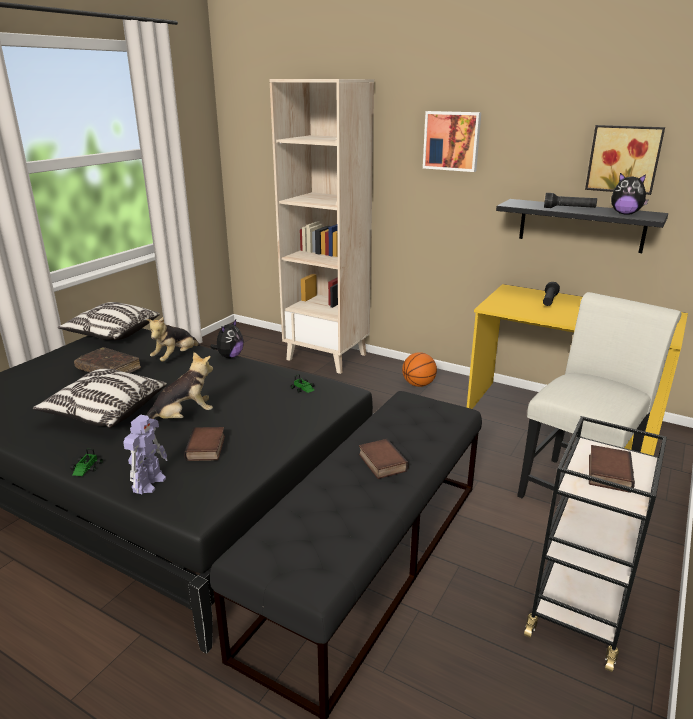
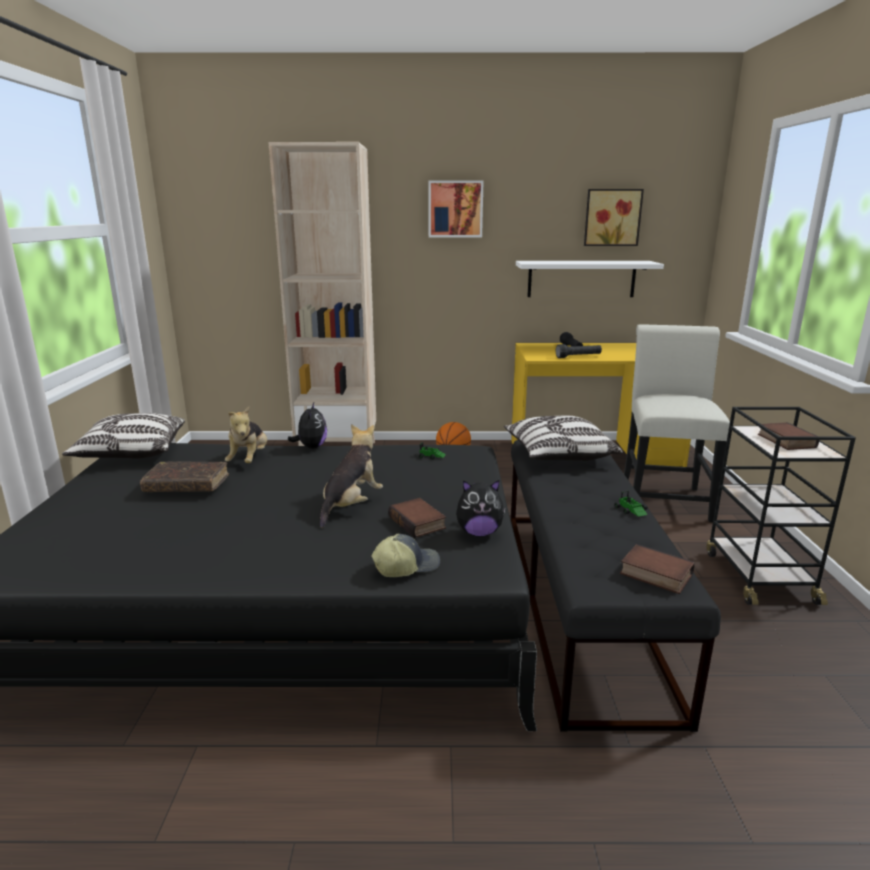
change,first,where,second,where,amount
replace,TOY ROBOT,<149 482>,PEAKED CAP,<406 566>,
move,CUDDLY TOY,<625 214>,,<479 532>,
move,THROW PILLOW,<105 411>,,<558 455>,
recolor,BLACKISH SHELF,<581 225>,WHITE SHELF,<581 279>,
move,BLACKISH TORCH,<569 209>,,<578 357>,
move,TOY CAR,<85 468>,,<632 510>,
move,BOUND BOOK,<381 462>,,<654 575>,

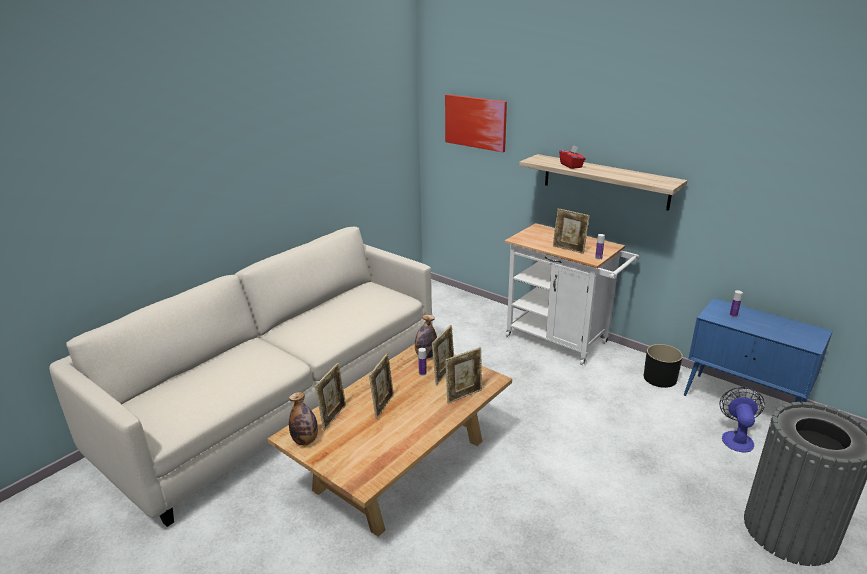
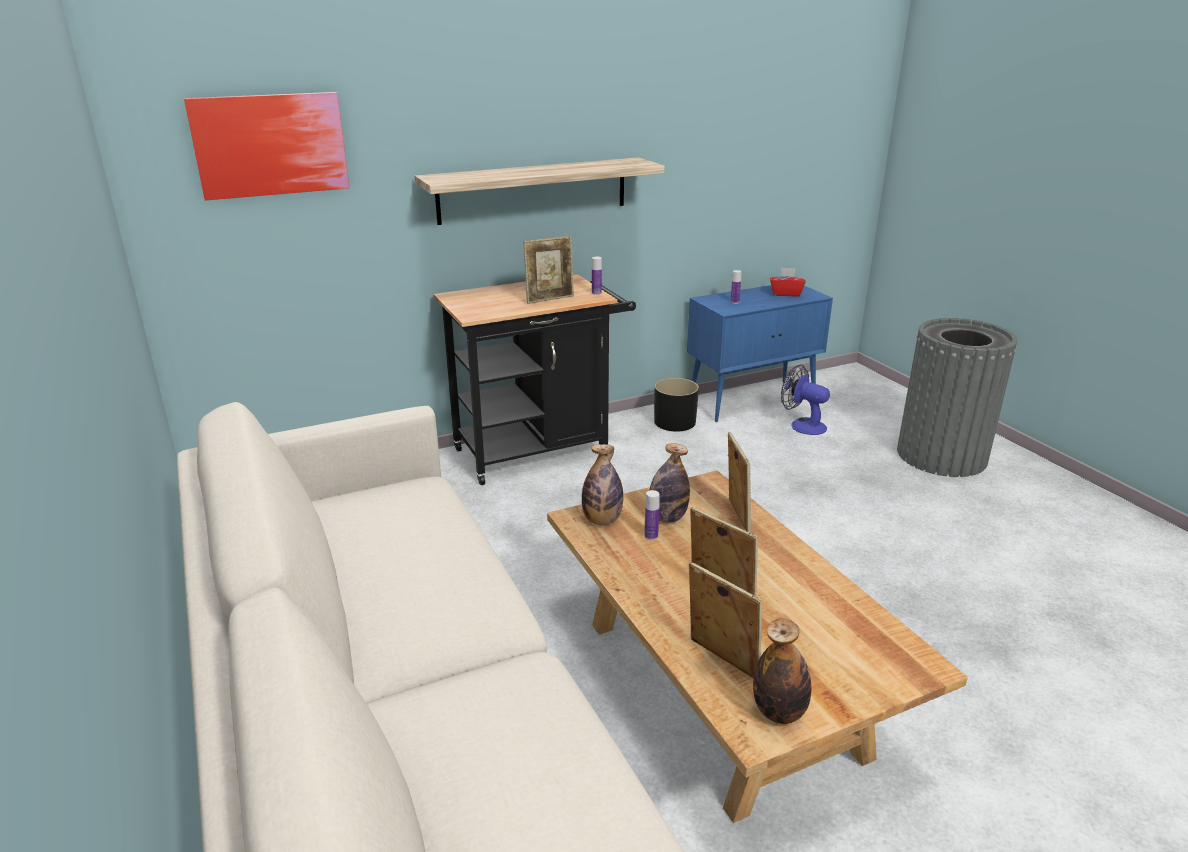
change,first,where,second,where,amount
recolor,WHITE CART,<562 341>,BLACKISH CART,<540 450>,
replace,PICTURE FRAME,<444 373>,BOTTLE,<667 518>,
move,RED TISSUE HOLDER,<571 166>,,<785 293>,

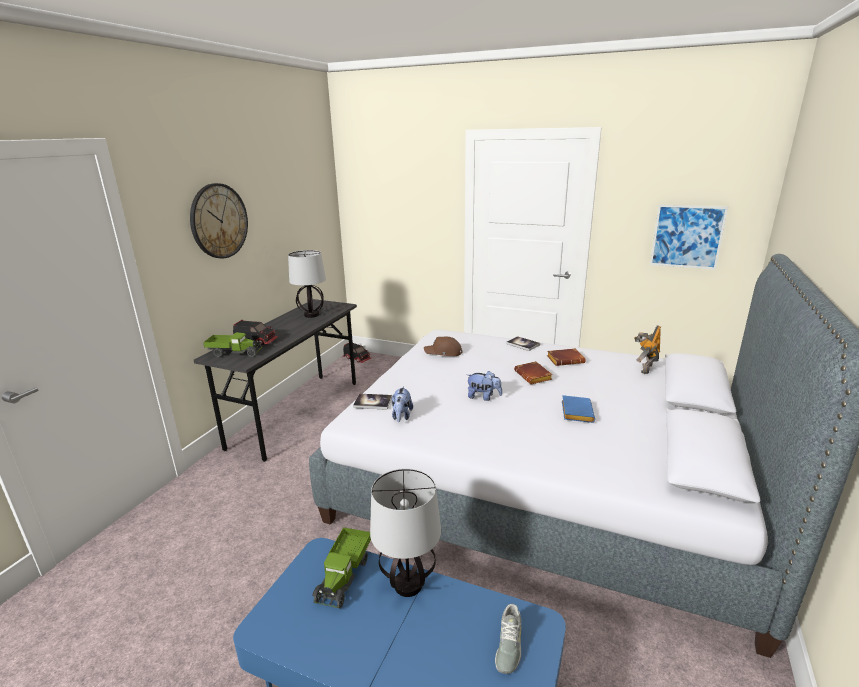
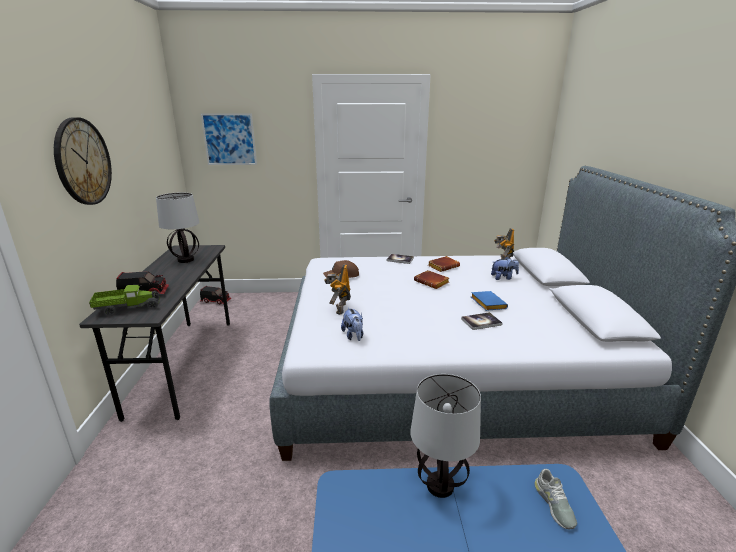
change,first,where,second,where,amount
move,WALL ART,<687 236>,,<229 139>,
insert,,,TOY ROBOT,<339 308>,
move,BOUND BOOK,<373 402>,,<481 322>,
move,CUDDLY TOY,<483 397>,,<503 278>,
delete,TOY LORRY,<344 575>,,,

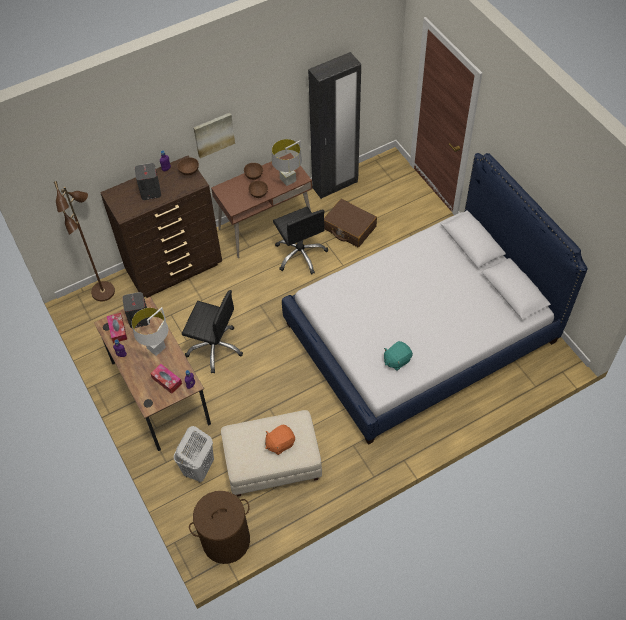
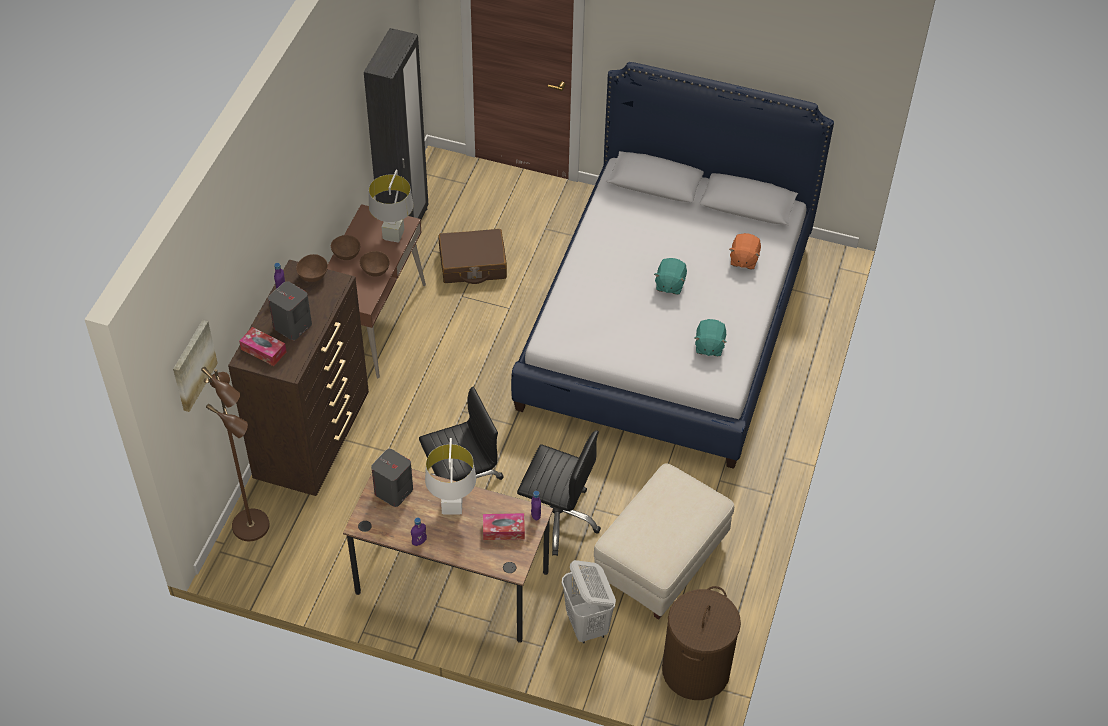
change,first,where,second,where,amount
move,WALL ART,<213 134>,,<193 365>,
move,TISSUE HOLDER,<117 330>,,<263 350>,
move,BLACKISH OFFICE CHAIR,<300 254>,,<557 518>,
insert,,,BLUE-GREEN CUDDLY TOY,<669 284>,
move,ORANGEY CUDDLY TOY,<280 443>,,<743 259>,

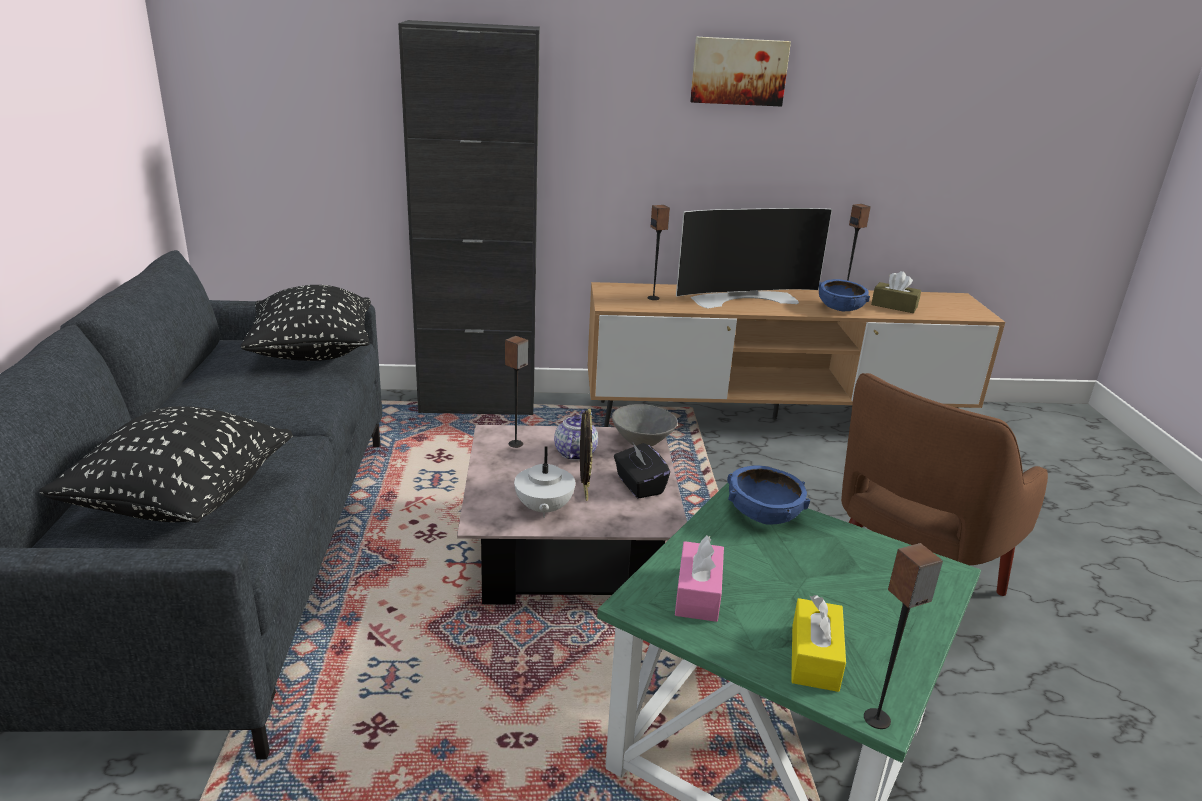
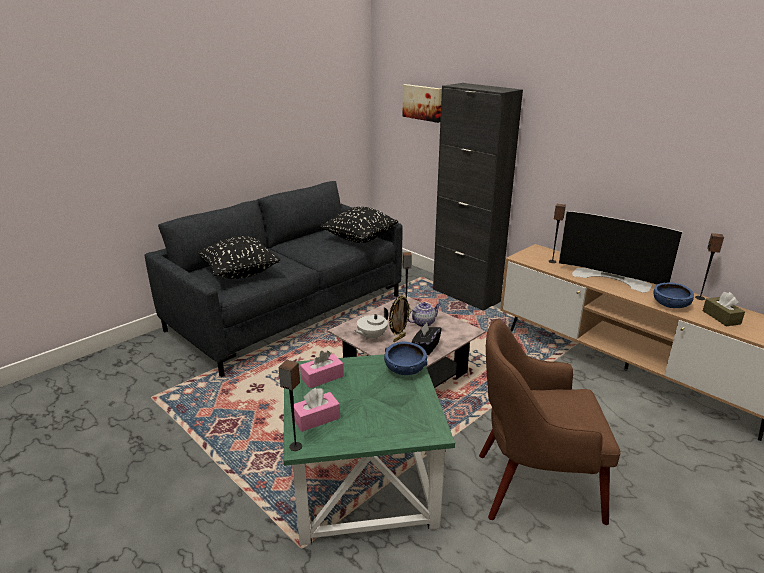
change,first,where,second,where,amount
recolor,YELLOWISH TISSUE HOLDER,<814 657>,PINKISH TISSUE HOLDER,<316 418>,
move,WALL ART,<738 71>,,<423 102>,
delete,GREY SERVING BOWL,<643 442>,,,

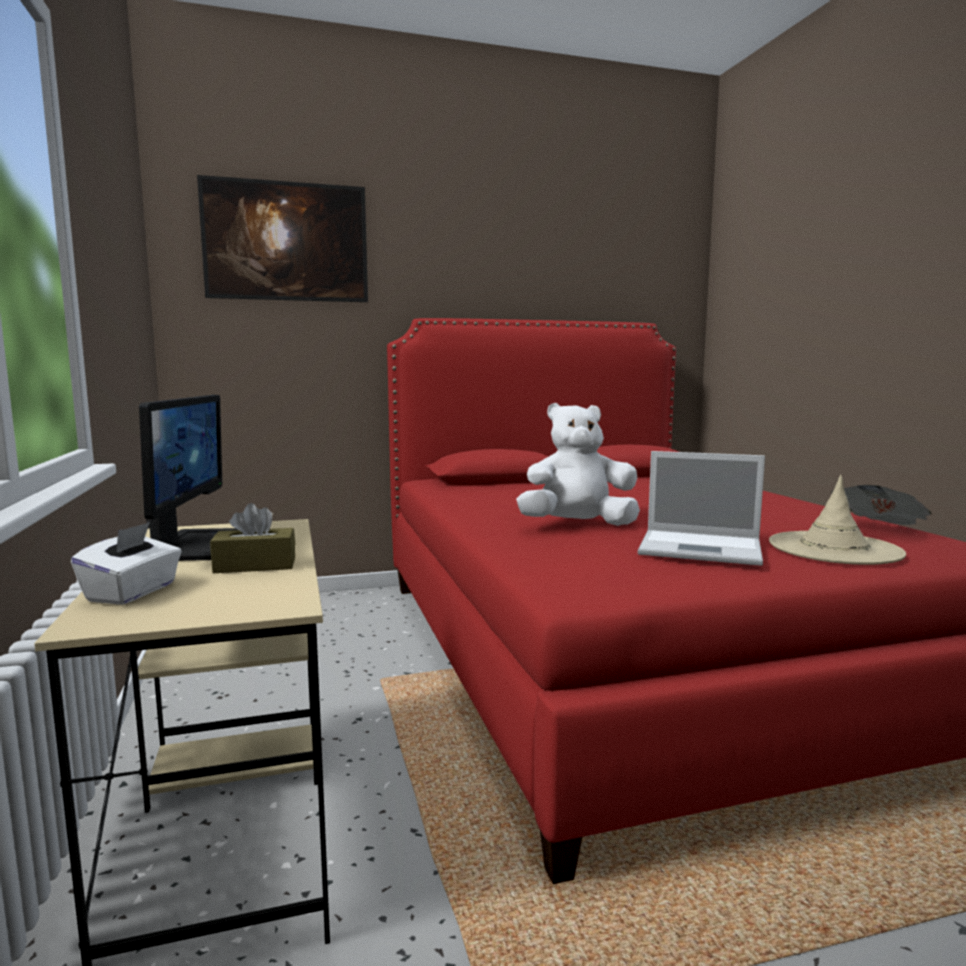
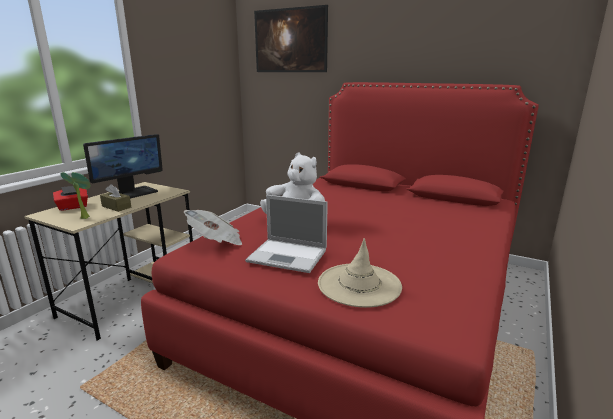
change,first,where,second,where,amount
recolor,WHITE TISSUE HOLDER,<133 592>,RED TISSUE HOLDER,<73 207>,
insert,,,HOUSEPLANT,<84 217>,
move,PRINTED PAPER,<880 530>,,<216 241>,
rotate,NOTEBOOK COMPUTER,<703 548>,,<289 256>,45 degrees counterclockwise

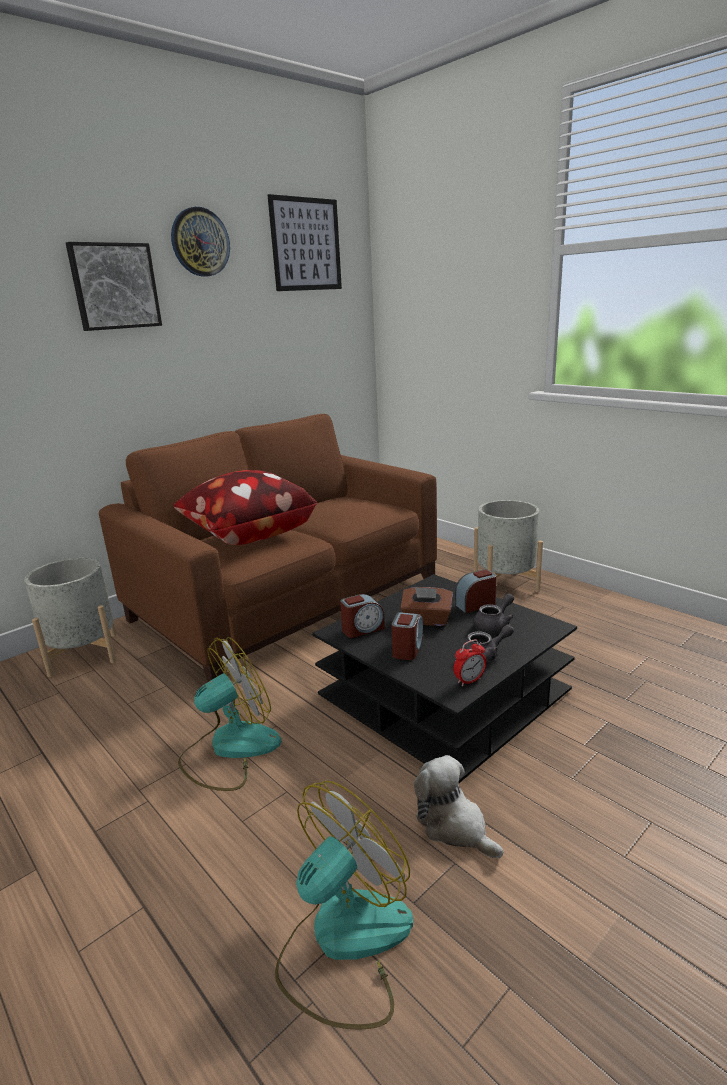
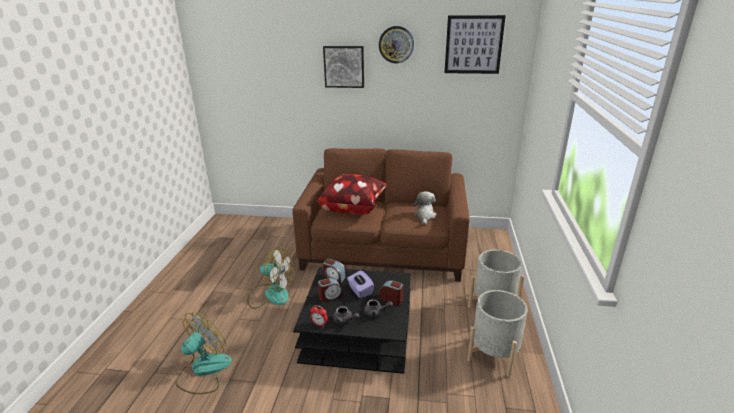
change,first,where,second,where,amount
rotate,COOLING FAN,<344 942>,,<203 370>,60 degrees counterclockwise
recolor,BROWN TISSUE HOLDER,<426 620>,PURPLISH TISSUE HOLDER,<360 291>,
move,CUDDLY TOY,<454 826>,,<424 216>,
move,GREY PLANTER,<84 654>,,<494 354>,

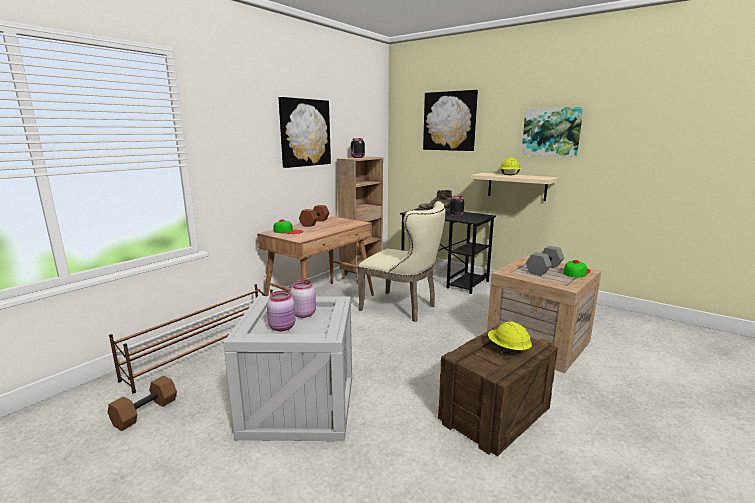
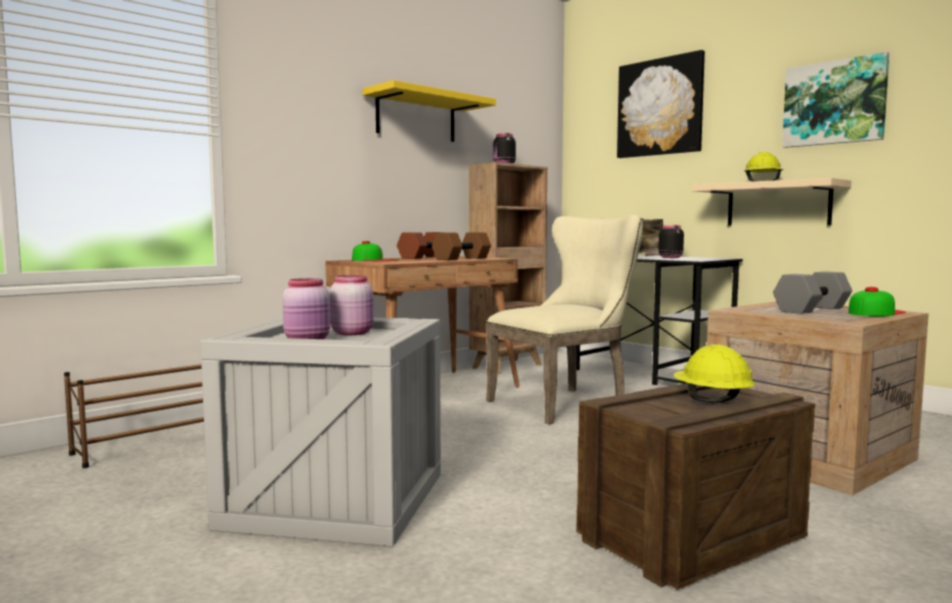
change,first,where,second,where,amount
replace,WALL ART,<305 133>,YELLOWISH SHELF,<416 117>,
move,BROWN FREE WEIGHT,<145 413>,,<462 259>,
rotate,BEIGE-COLOURED CHAIR,<403 308>,,<565 402>,75 degrees counterclockwise

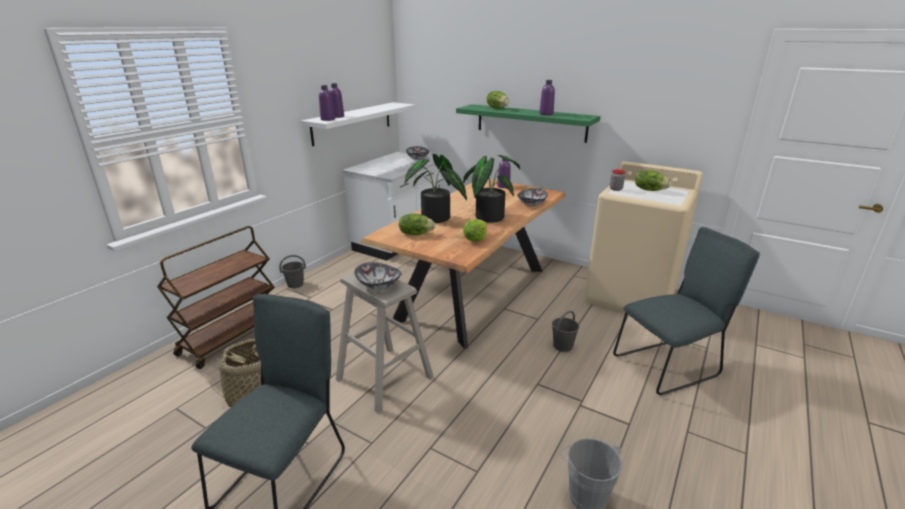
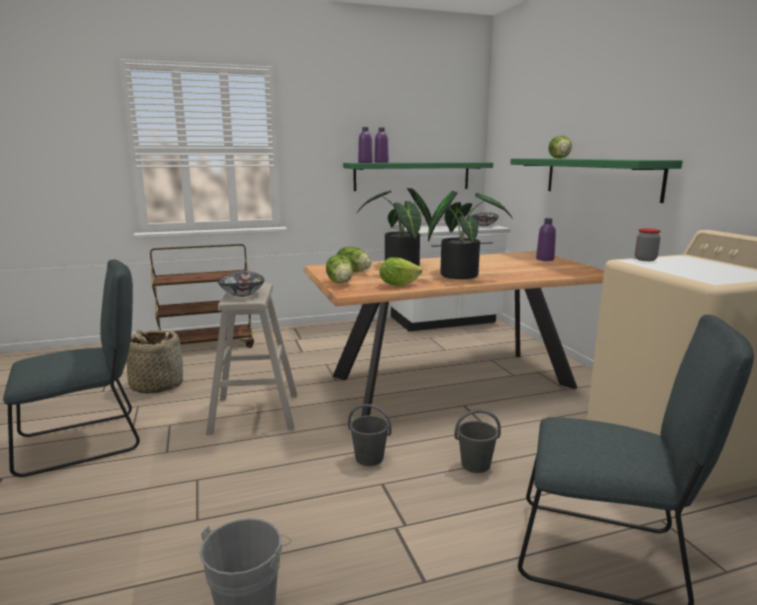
change,first,where,second,where,amount
move,LETTUCE HEAD,<649 190>,,<341 282>,
recolor,WHITE SHELF,<352 123>,GREEN-COLOURED SHELF,<412 176>,
move,GREY BUCKET,<295 284>,,<370 458>,
delete,SERVING BOWL,<532 204>,,,
delete,PURPLISH BOTTLE,<546 114>,,,

